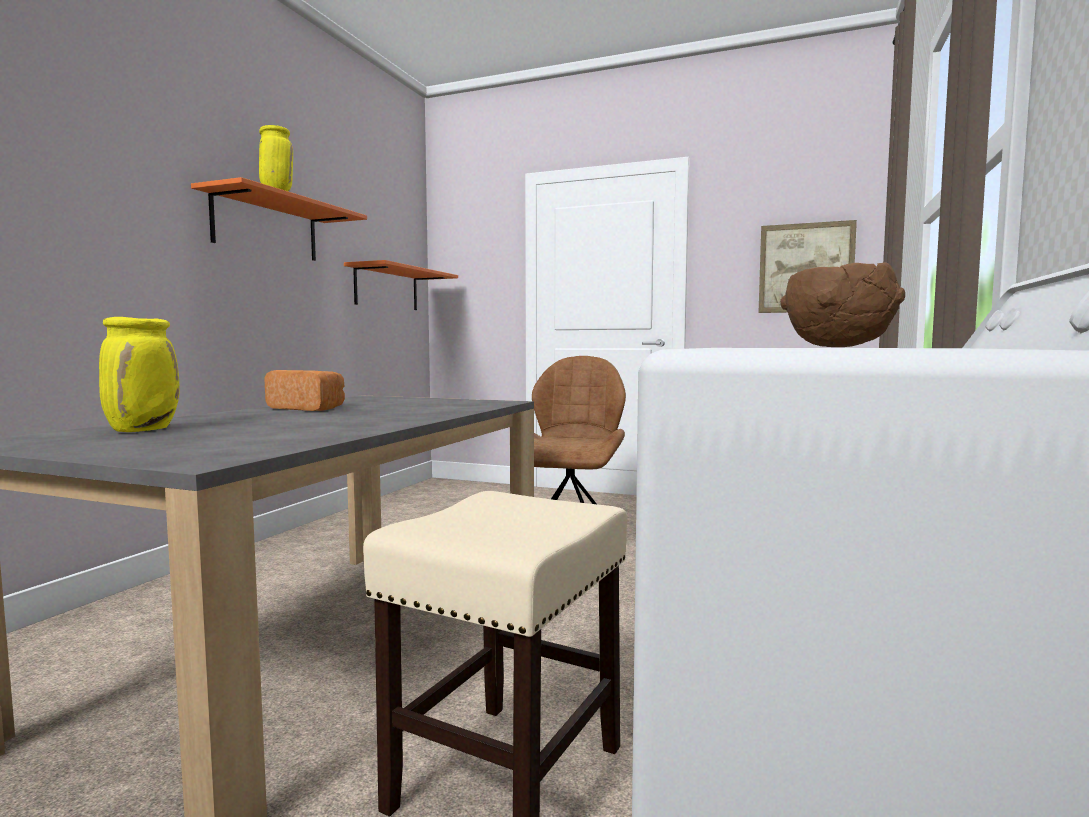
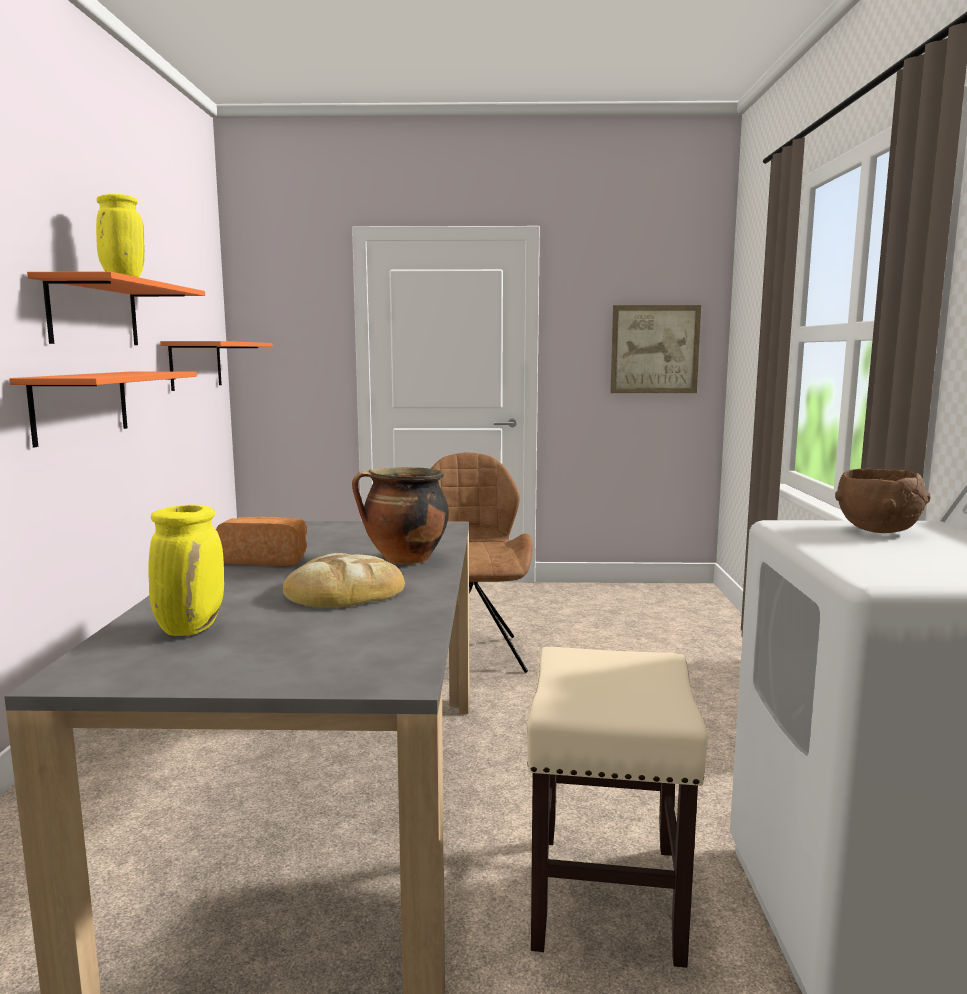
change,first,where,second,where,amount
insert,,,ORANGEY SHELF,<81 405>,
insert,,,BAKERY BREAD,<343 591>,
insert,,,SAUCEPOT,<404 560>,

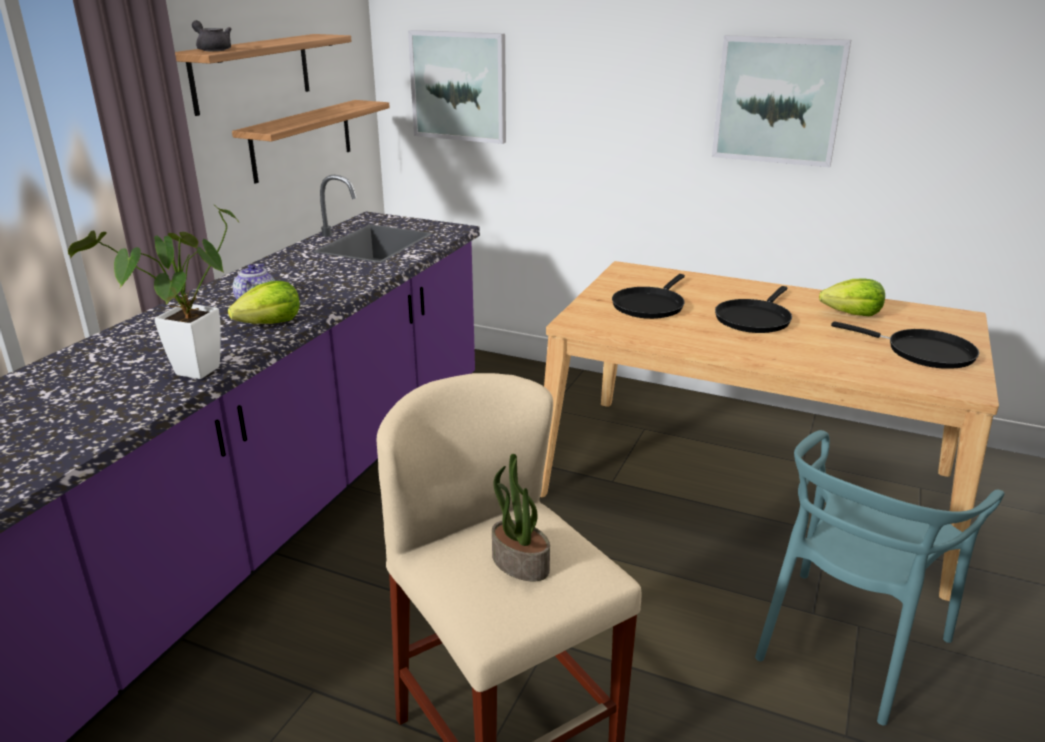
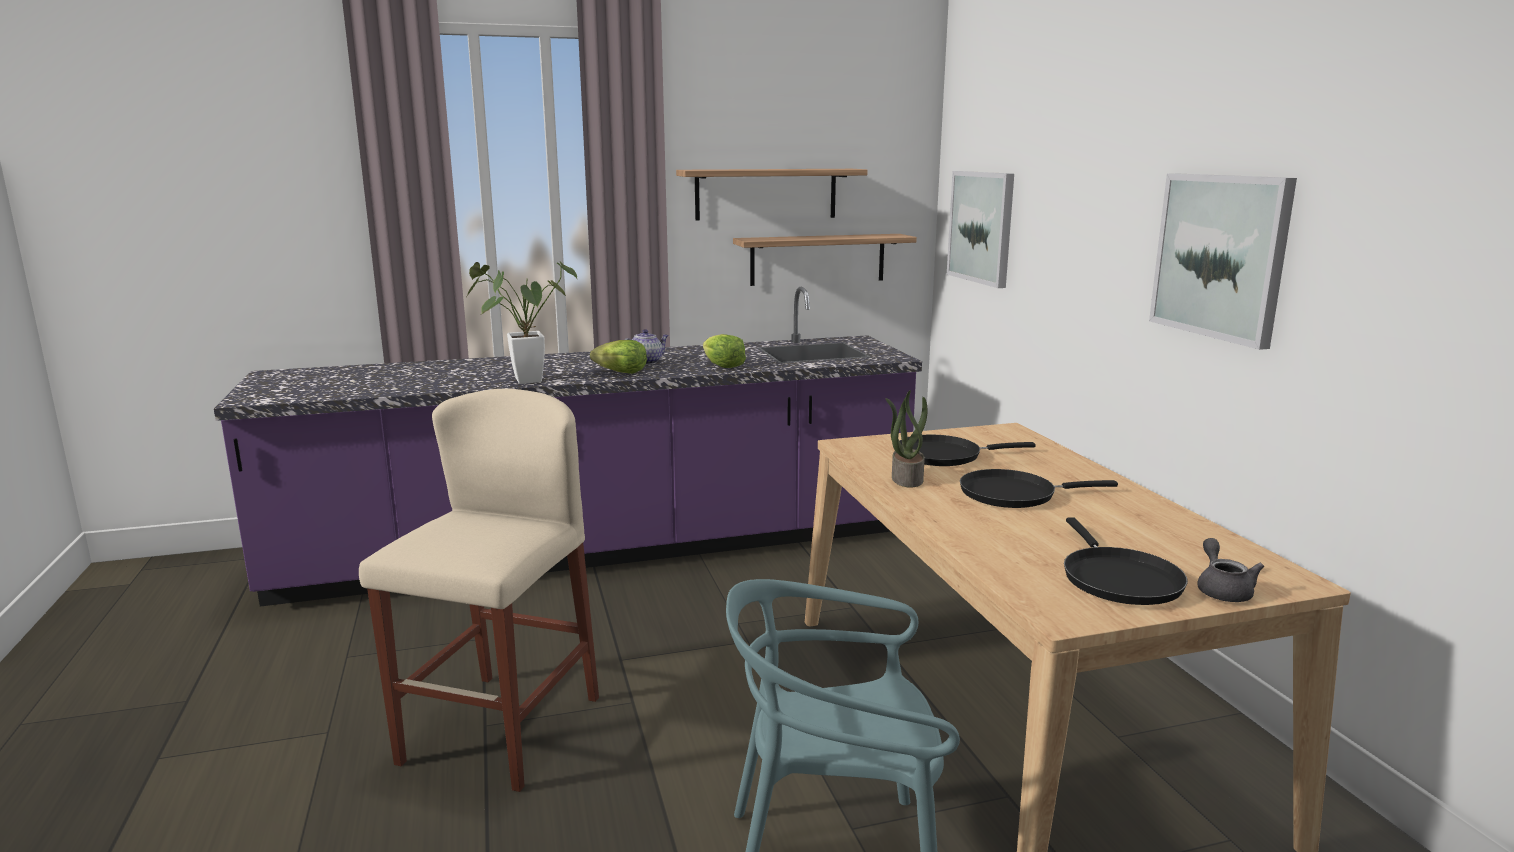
change,first,where,second,where,amount
move,LETTUCE HEAD,<852 314>,,<722 366>,
move,HOUSEPLANT,<519 563>,,<906 478>,
move,GREY POT FOR TEA,<212 49>,,<1222 590>,

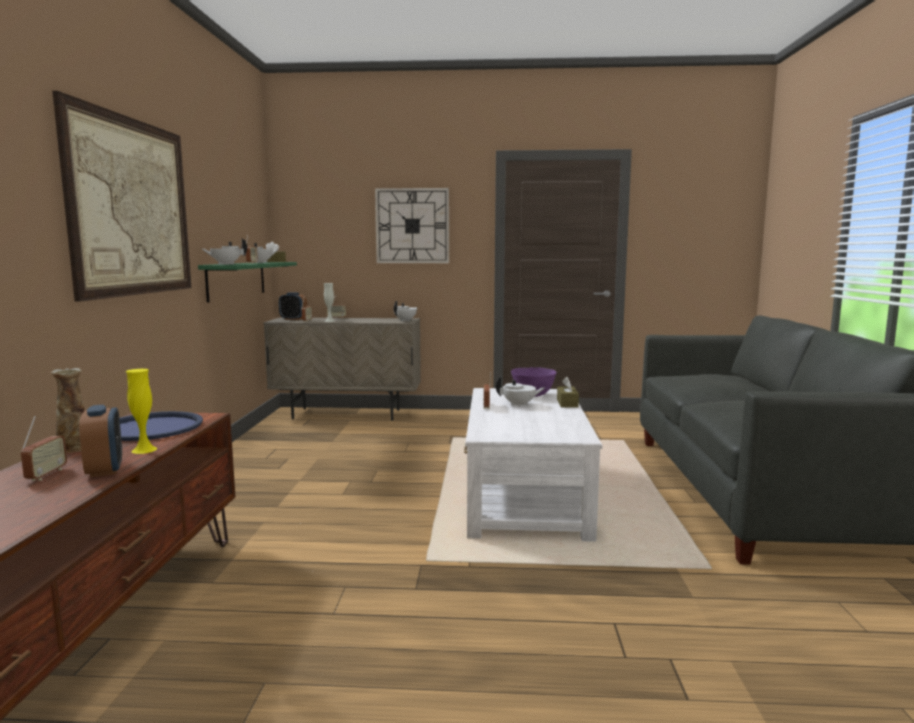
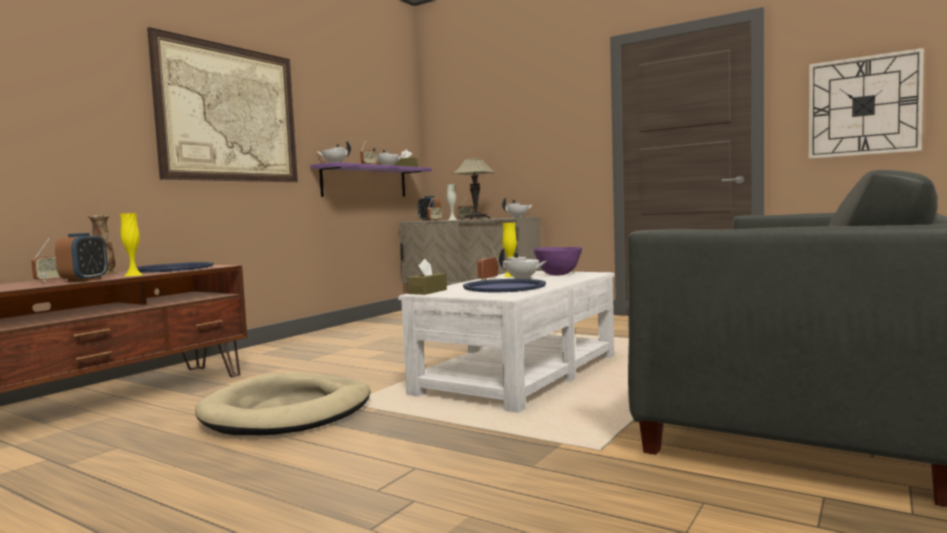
change,first,where,second,where,amount
insert,,,BEIGE-COLOURED PET BED,<288 411>,
recolor,GREEN-COLOURED SHELF,<237 280>,PURPLISH SHELF,<365 182>,
move,BROWN TISSUE HOLDER,<567 403>,,<427 291>,
insert,,,LAMP FOR A TABLE,<476 219>,
insert,,,BLUE CARRYING TRAY,<504 287>,
insert,,,YELLOWISH VASE,<510 276>,
move,HANGING CLOCK,<412 226>,,<863 106>,

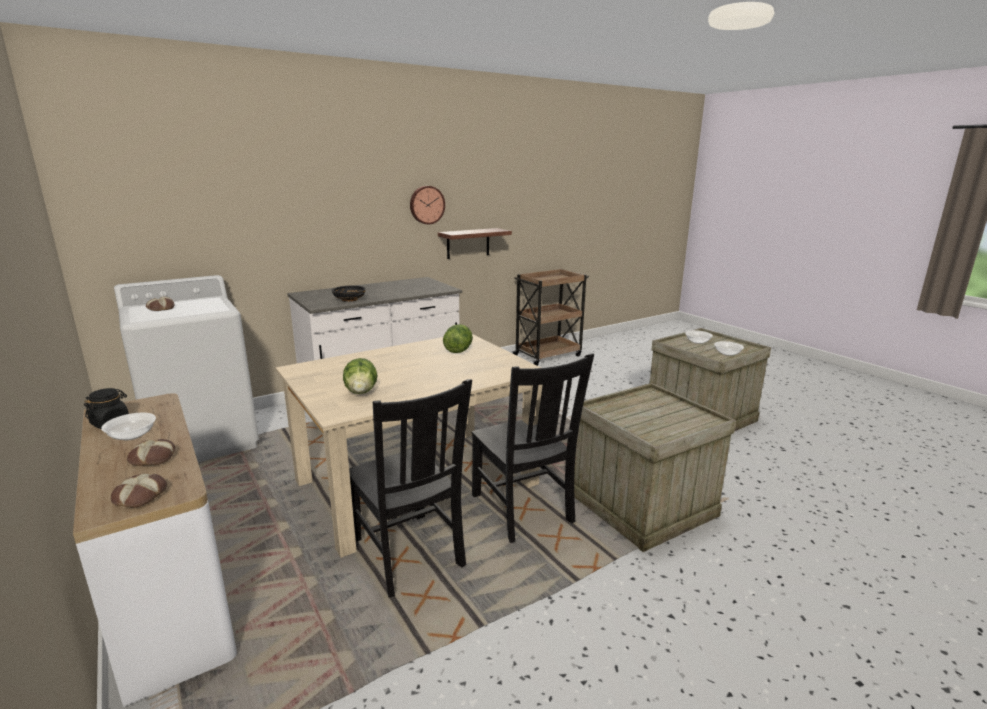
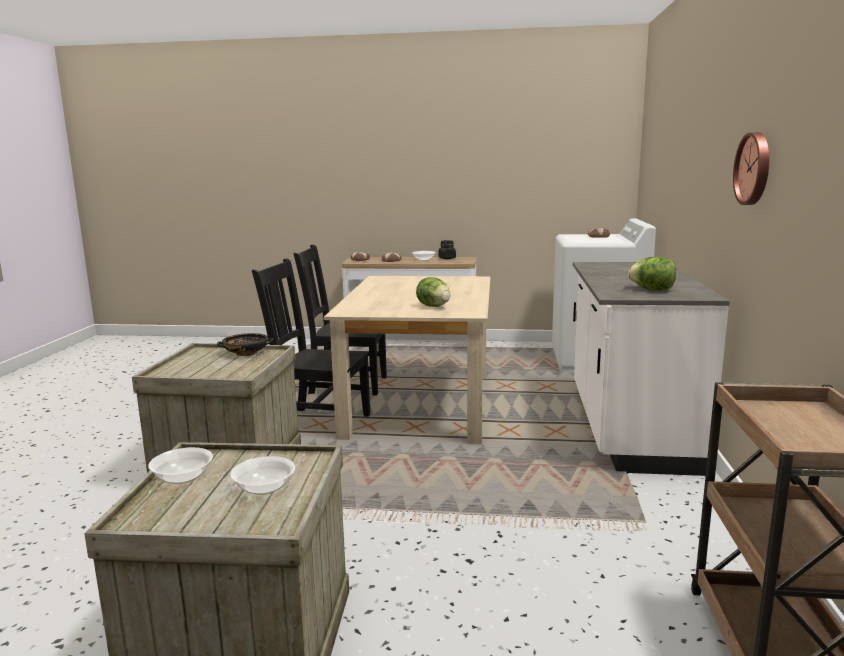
change,first,where,second,where,amount
move,BLACKISH SERVING BOWL,<349 299>,,<246 352>,
move,LETTUCE HEAD,<361 392>,,<652 290>,
delete,SHELF,<468 243>,,,

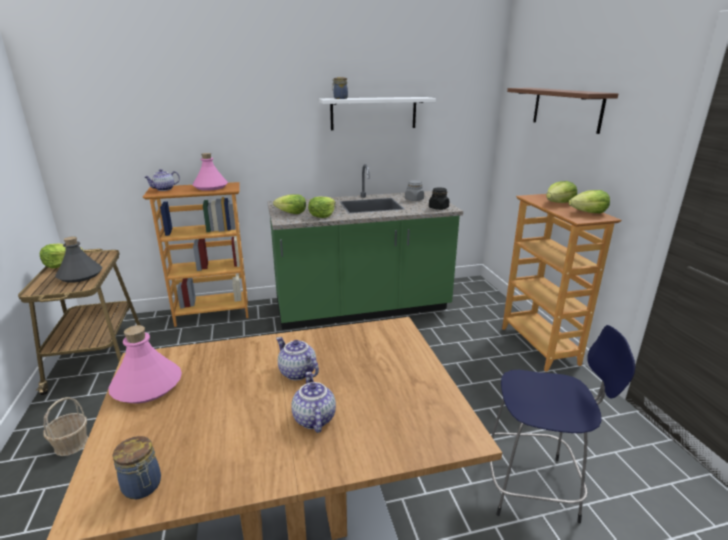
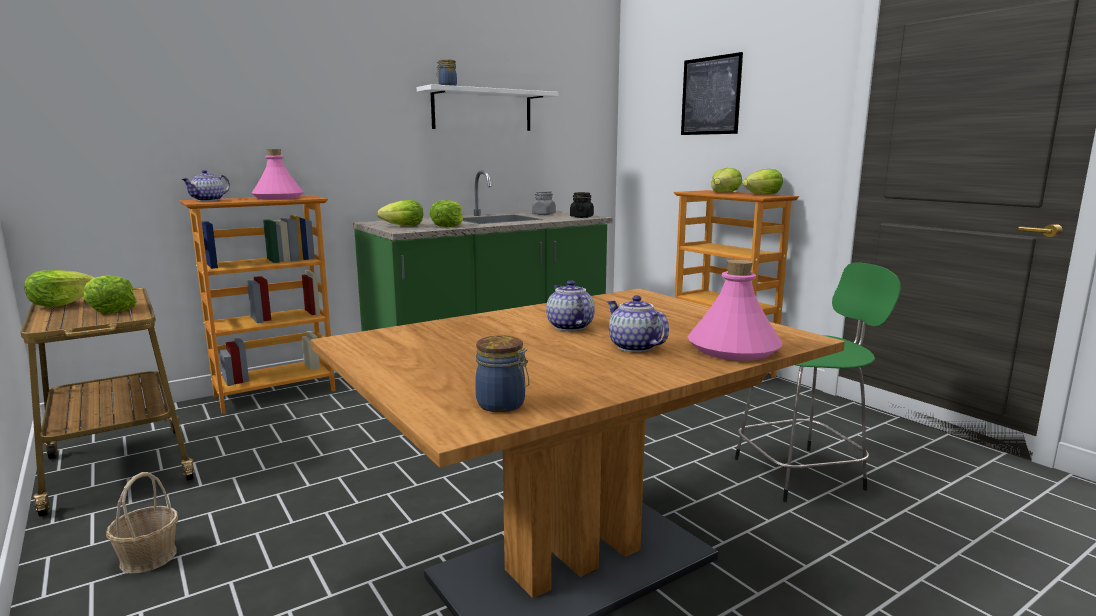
change,first,where,second,where,amount
replace,GREY BOTTLE,<80 275>,LETTUCE HEAD,<109 310>,
rotate,POT FOR TEA,<296 373>,,<568 327>,45 degrees clockwise
replace,BROWN SHELF,<566 109>,WALL ART,<710 96>,
move,PINKISH BOTTLE,<148 386>,,<734 349>,
recolor,BLUE STOOL SEAT,<533 486>,GREEN-COLOURED STOOL SEAT,<802 473>,

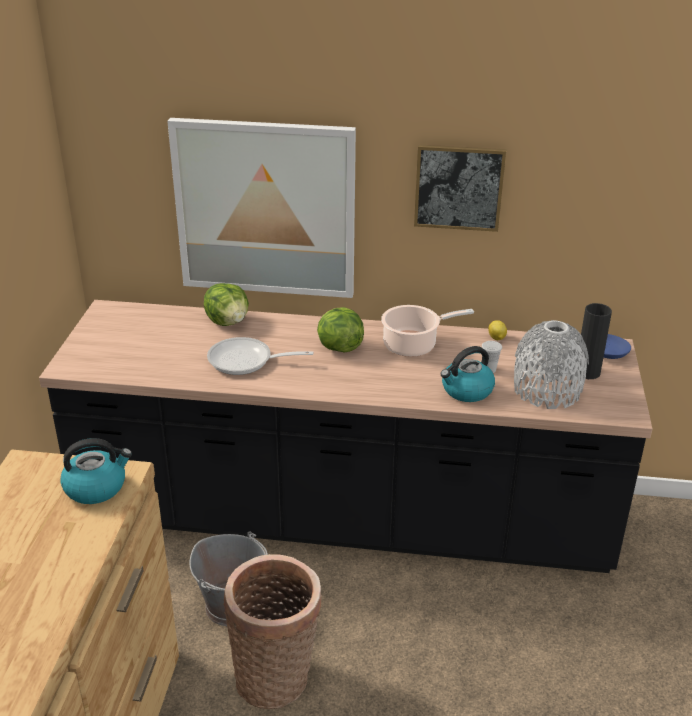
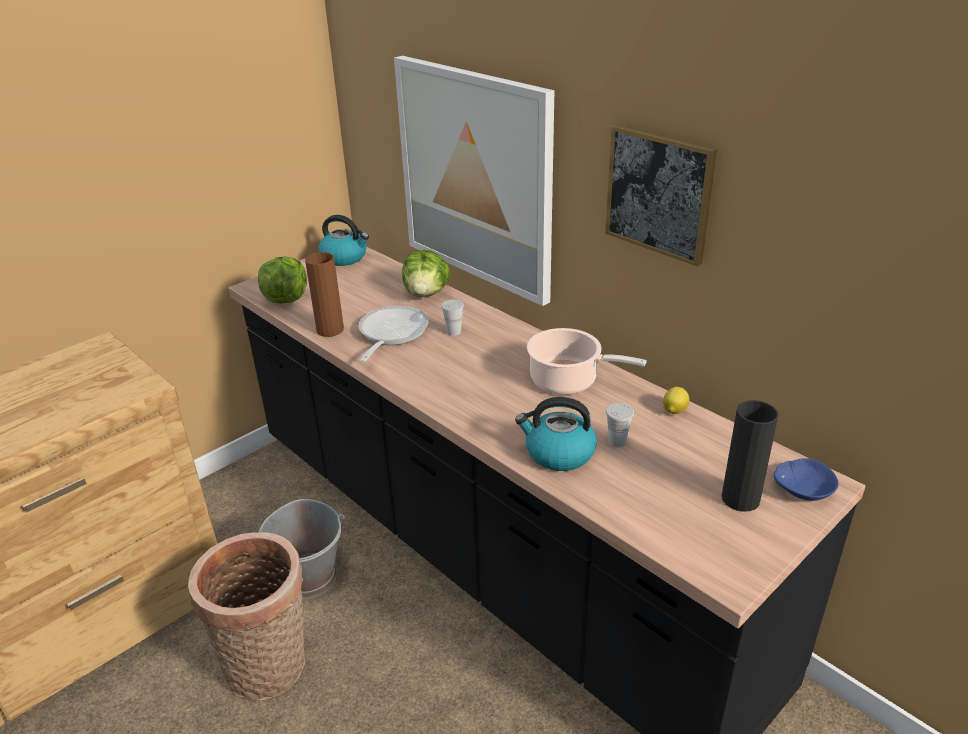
change,first,where,second,where,amount
move,LETTUCE HEAD,<339 347>,,<286 298>,
insert,,,BROWN VASE,<330 330>,
move,WATER KETTLE,<96 487>,,<345 258>,
rotate,FRYING PAN,<246 361>,,<391 334>,60 degrees clockwise
insert,,,WHITE DRINKING CUP,<454 332>,
delete,GREY VASE,<547 390>,,,

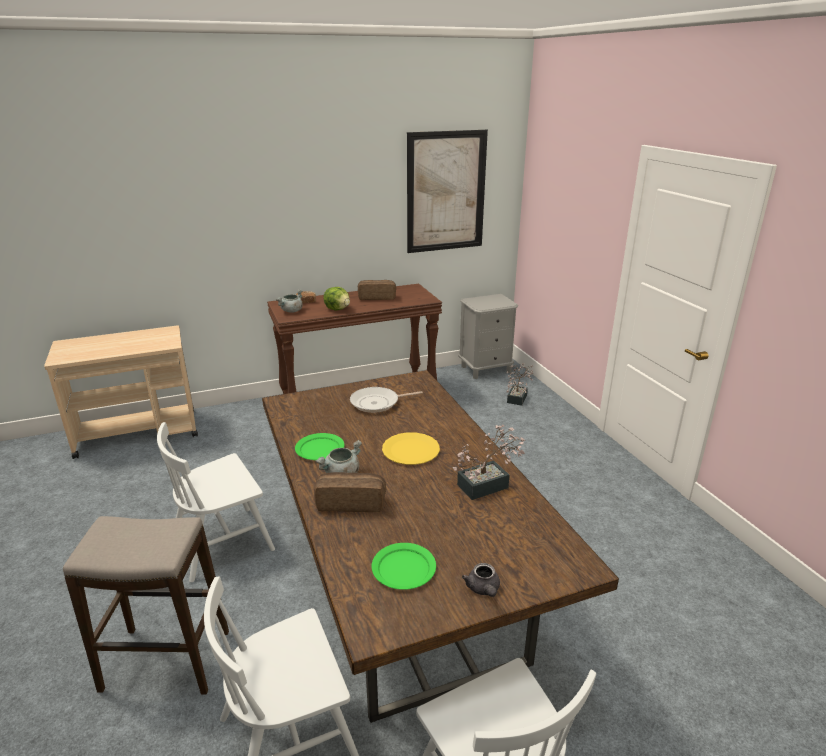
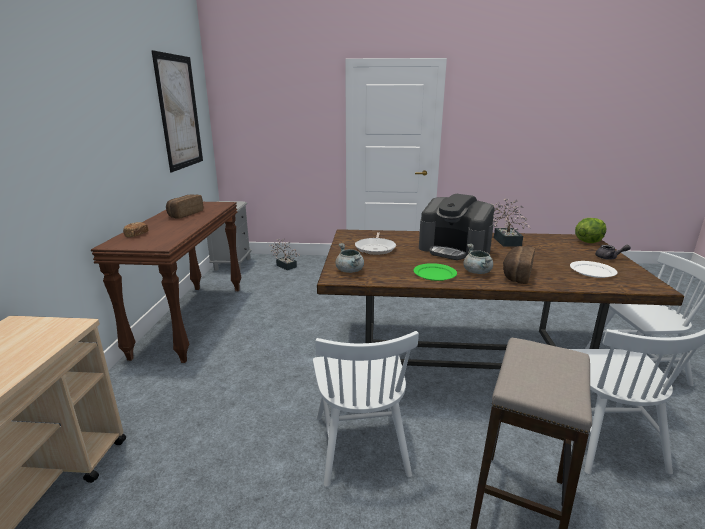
change,first,where,second,where,amount
move,GREY SAUCEPOT,<291 311>,,<350 271>,
replace,YELLOWISH DINNER PLATE,<411 450>,COFFEE MAKER,<454 250>,
recolor,GREEN-COLOURED DINNER PLATE,<404 568>,WHITE DINNER PLATE,<592 271>,
move,LETTUCE HEAD,<338 309>,,<588 241>,

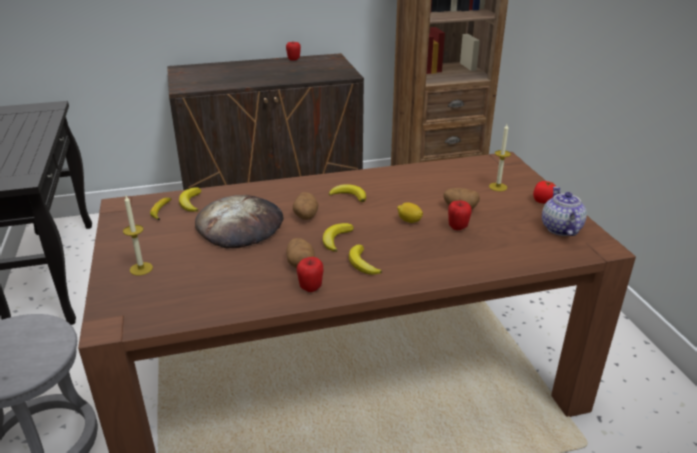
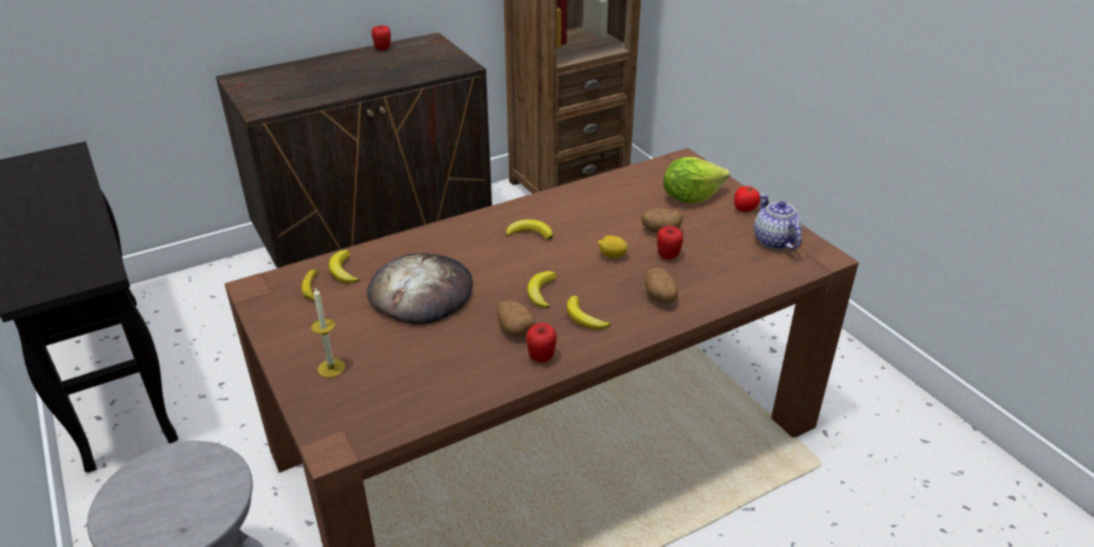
change,first,where,second,where,amount
move,POTATO,<305 216>,,<660 298>,
replace,WAX CANDLE,<498 187>,LETTUCE HEAD,<690 197>,

